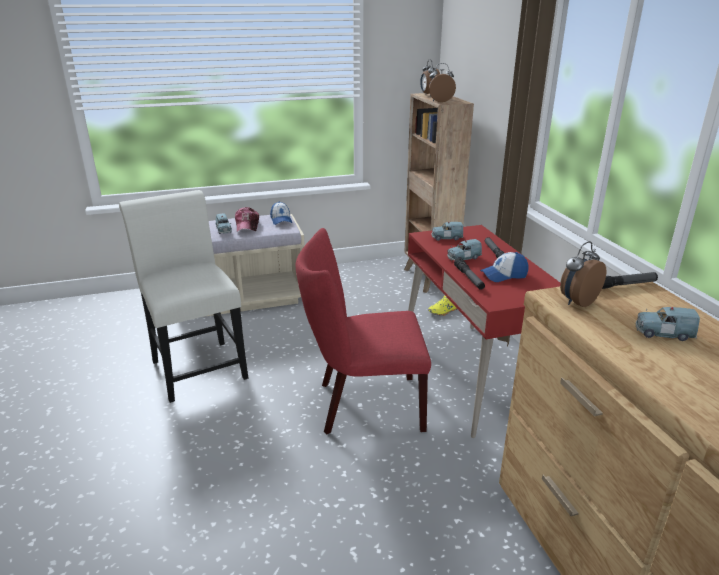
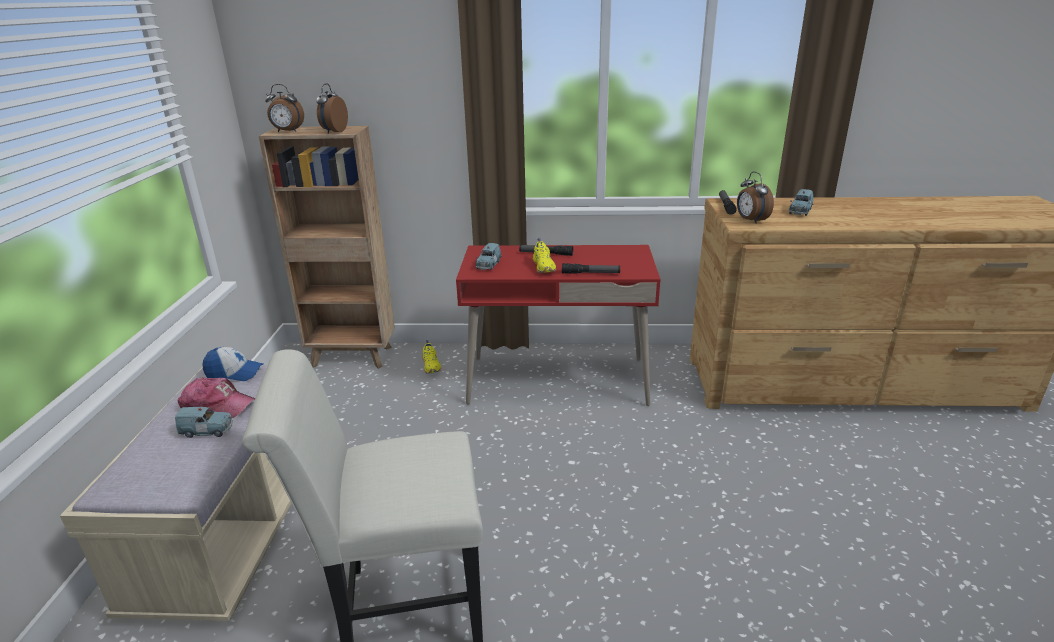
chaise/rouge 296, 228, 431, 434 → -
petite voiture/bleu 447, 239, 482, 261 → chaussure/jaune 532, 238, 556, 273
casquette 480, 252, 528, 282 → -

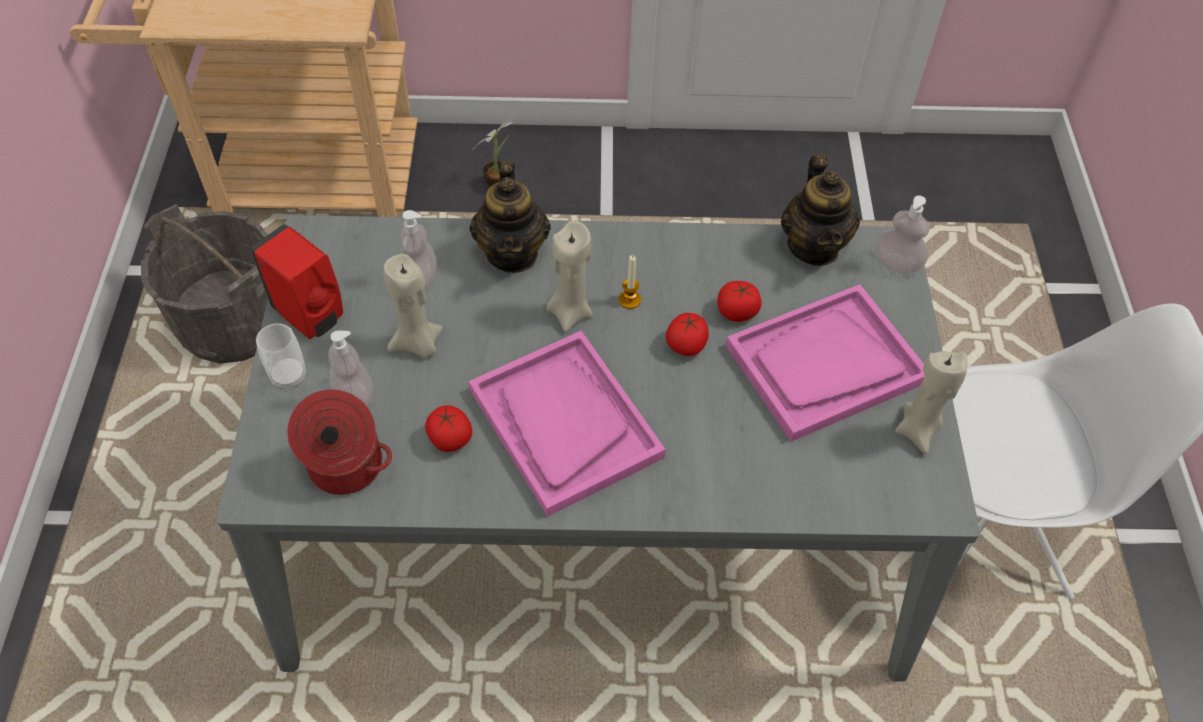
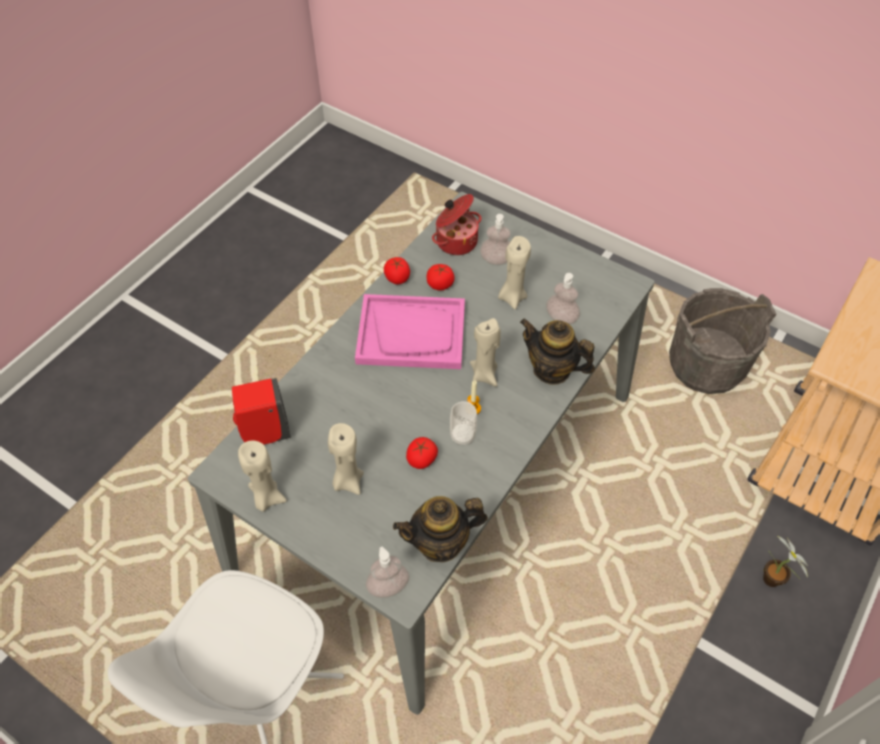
distributeur de savon/rouge 251, 224, 343, 339 → distributeur de savon/rouge 232, 378, 291, 445, move
tasse 256, 323, 306, 389 → tasse 450, 401, 477, 445, move
tomate 666, 312, 709, 356 → tomate 384, 257, 410, 284, move
plateau/rose 726, 284, 924, 442 → bougie/beige 328, 423, 364, 495
théière 781, 154, 860, 266 → théière 393, 496, 488, 562, 45 degrees counterclockwise

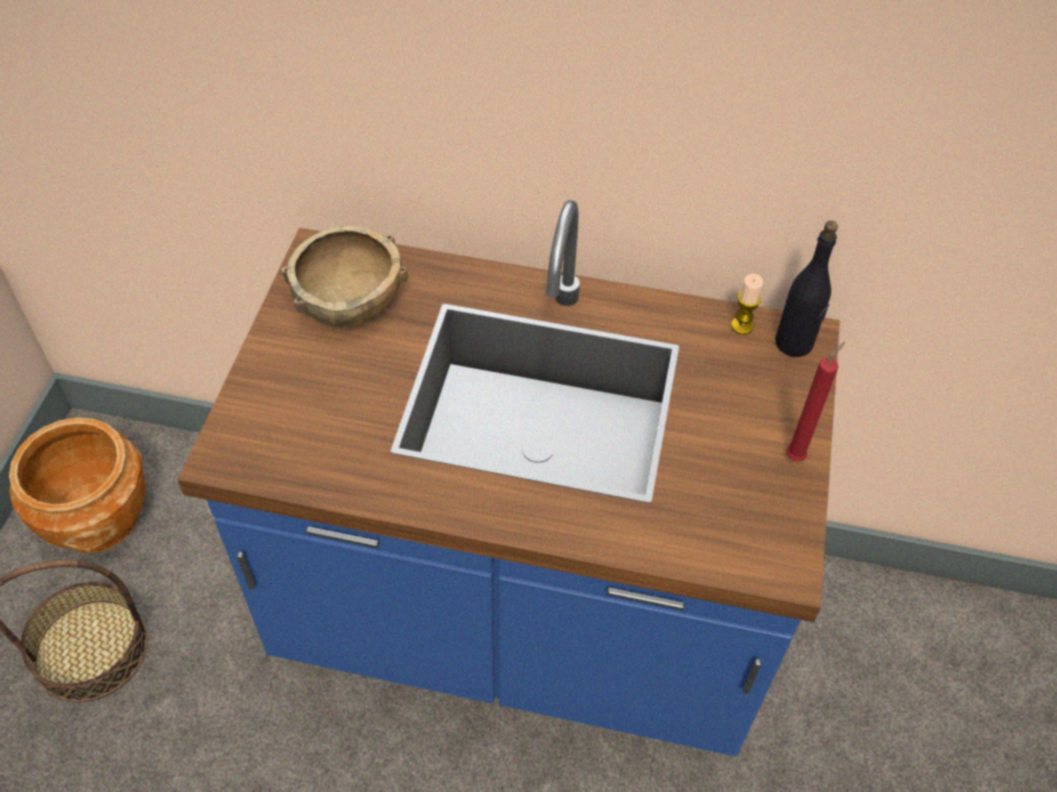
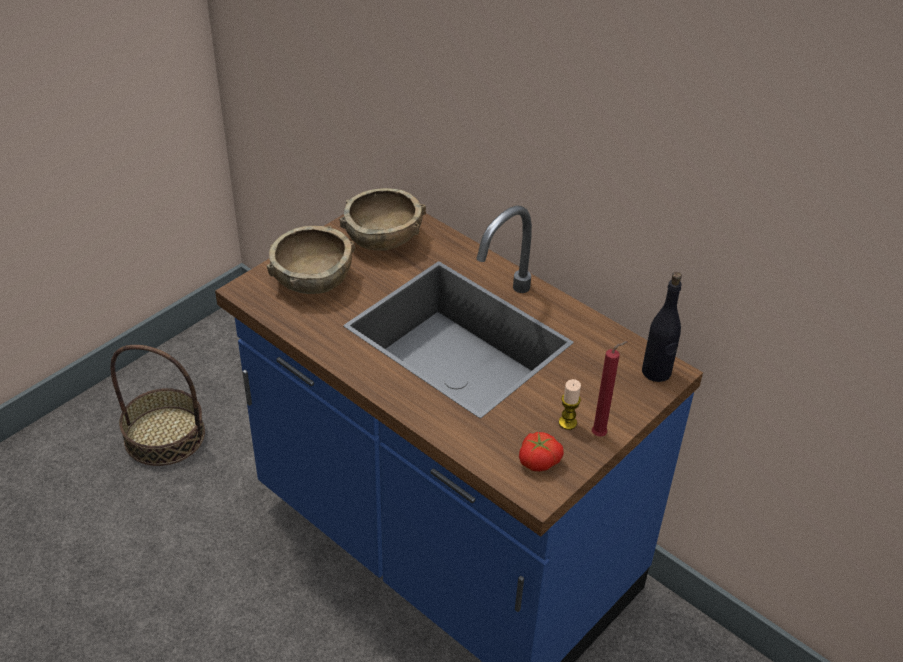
cache-pot/marron 9, 418, 145, 553 → -
bougie 731, 274, 763, 335 → bougie 559, 379, 581, 430, move
- → bol/marron 267, 226, 355, 294
- → tomate 519, 432, 564, 472

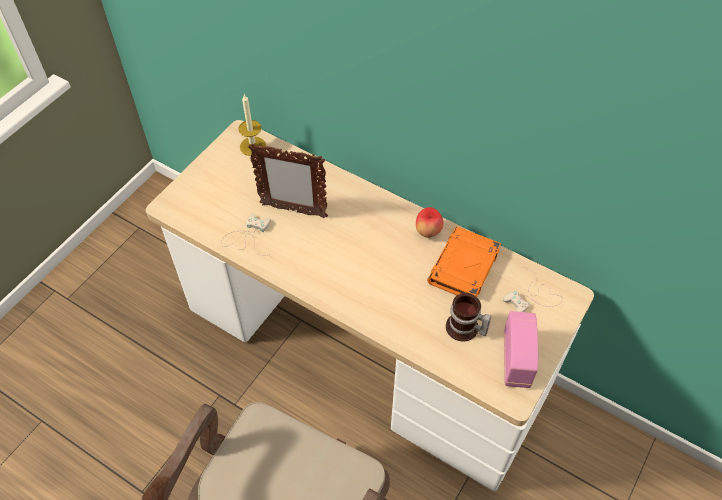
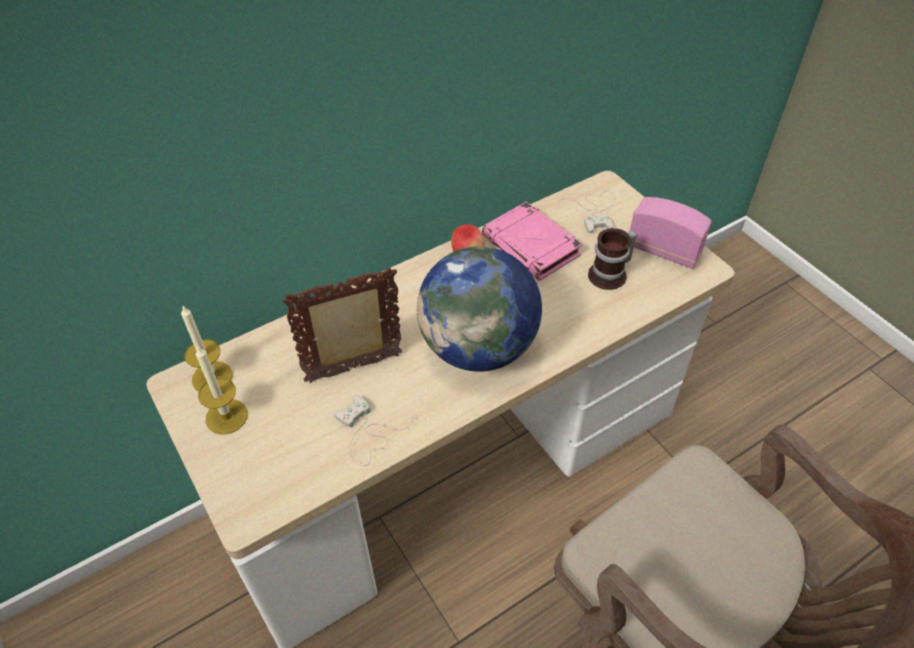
cadre photo 248, 143, 328, 218 → cadre photo 282, 267, 402, 383, 150 degrees counterclockwise
livre/orange 427, 227, 501, 297 → livre/rose 482, 202, 583, 281
- → bougie 196, 347, 248, 435
- → globe 417, 246, 542, 372

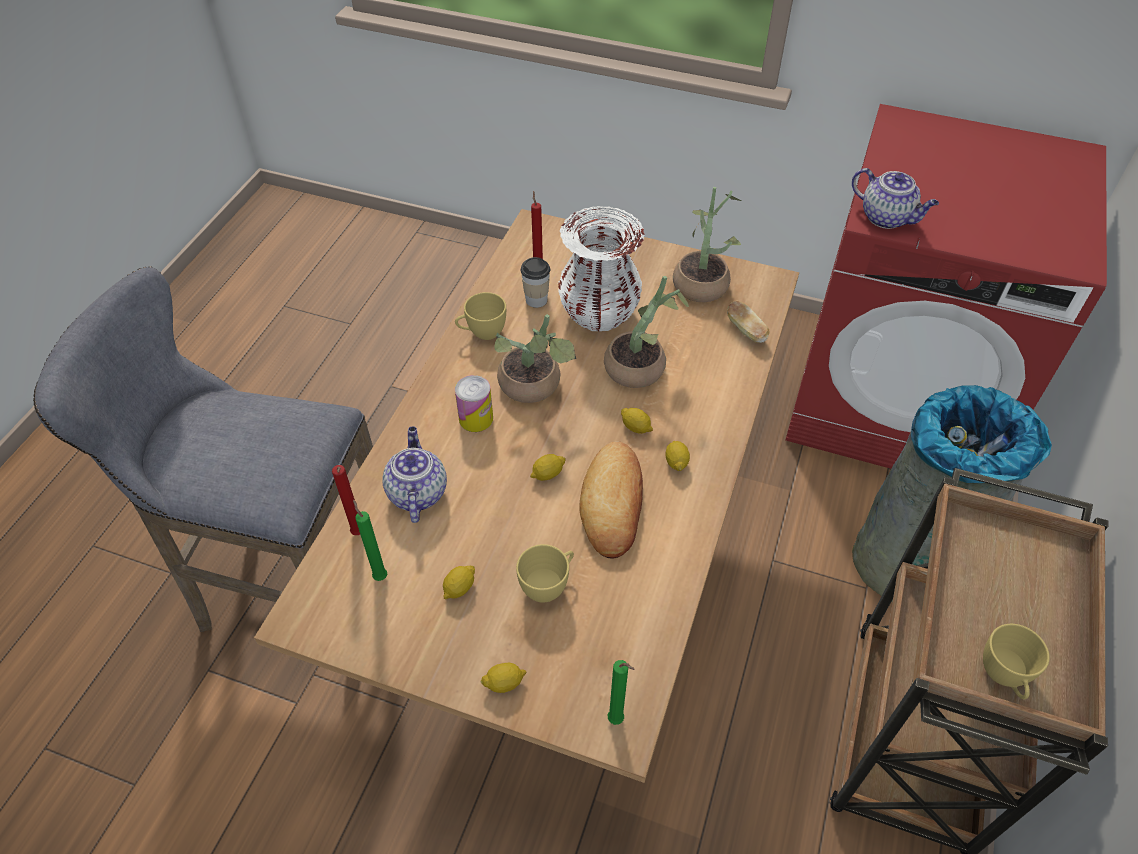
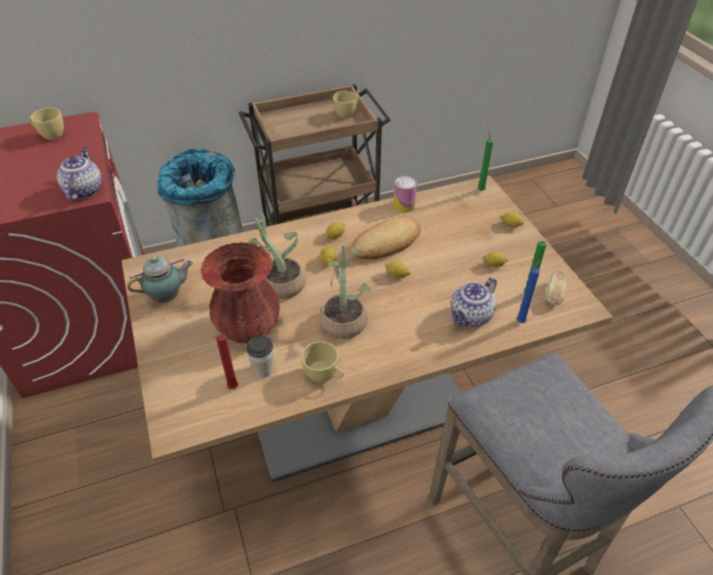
bougie/rouge 332, 465, 360, 535 → bougie/bleu 517, 259, 540, 323
boîte métallique 455, 375, 493, 432 → boîte métallique 394, 176, 417, 212, move
tasse/jaune 516, 544, 574, 603 → tasse/jaune 28, 108, 64, 140, move
vase/blanc 558, 206, 645, 332 → vase/rouge 200, 242, 280, 344
plante en pot 673, 187, 741, 302 → théière 127, 256, 193, 303
pain 727, 301, 770, 343 → pain 546, 271, 567, 305, move

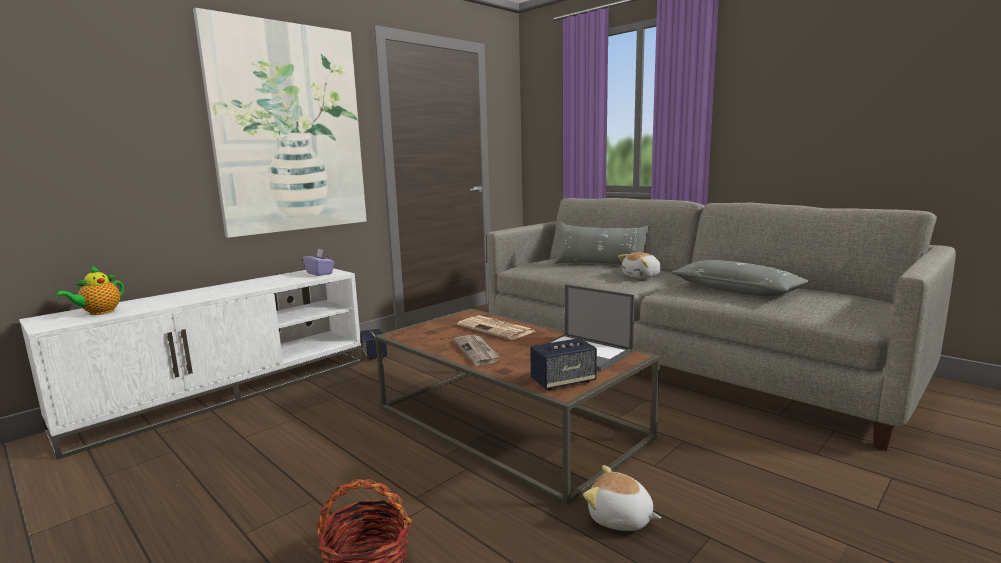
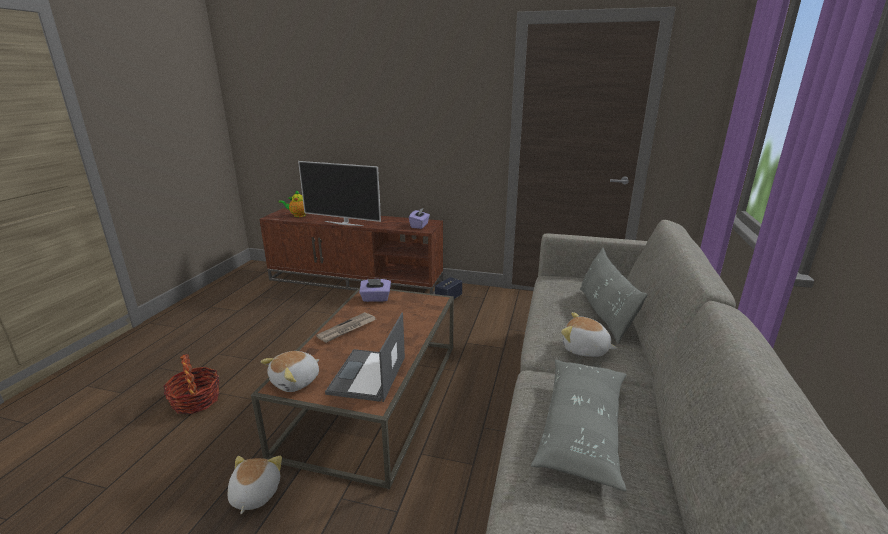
meuble télé/blanc 19, 268, 363, 460 → meuble télé/marron 259, 208, 443, 294
tableau 193, 8, 367, 238 → -
journal 457, 315, 535, 340 → -
enceinte 530, 338, 597, 390 → peluche 261, 351, 319, 392
- → téléviseur 298, 161, 381, 226
- → boîte à mouchoirs/violet 359, 279, 391, 302

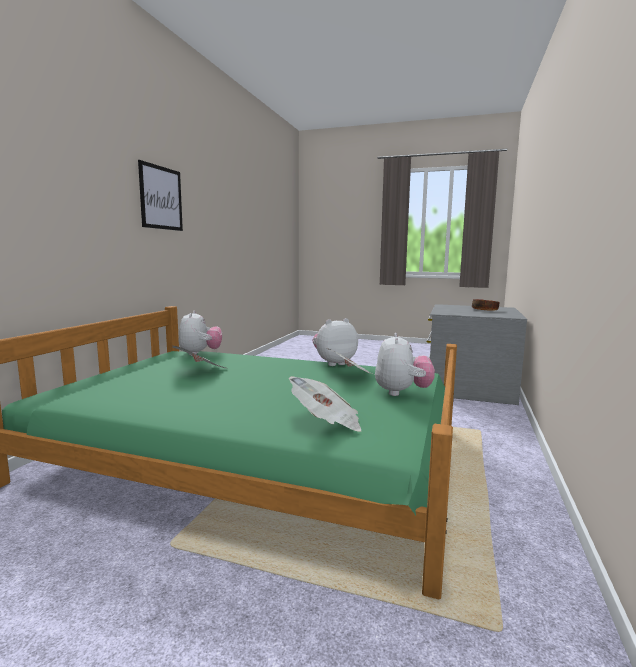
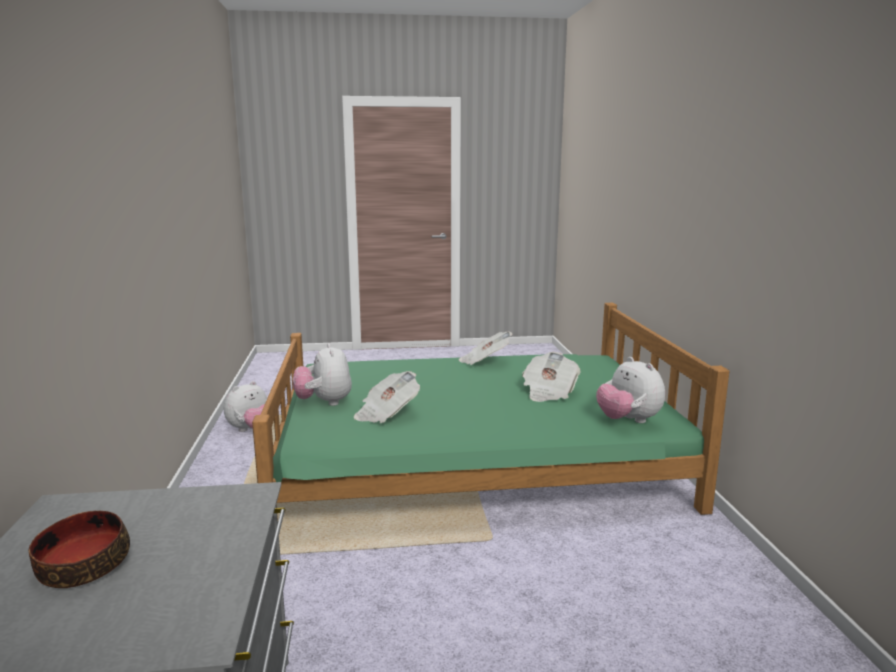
tableau 138, 160, 183, 231 → -
journal 289, 376, 361, 432 → journal 459, 332, 513, 365, move
peluche 312, 318, 358, 366 → peluche 224, 381, 267, 432, move

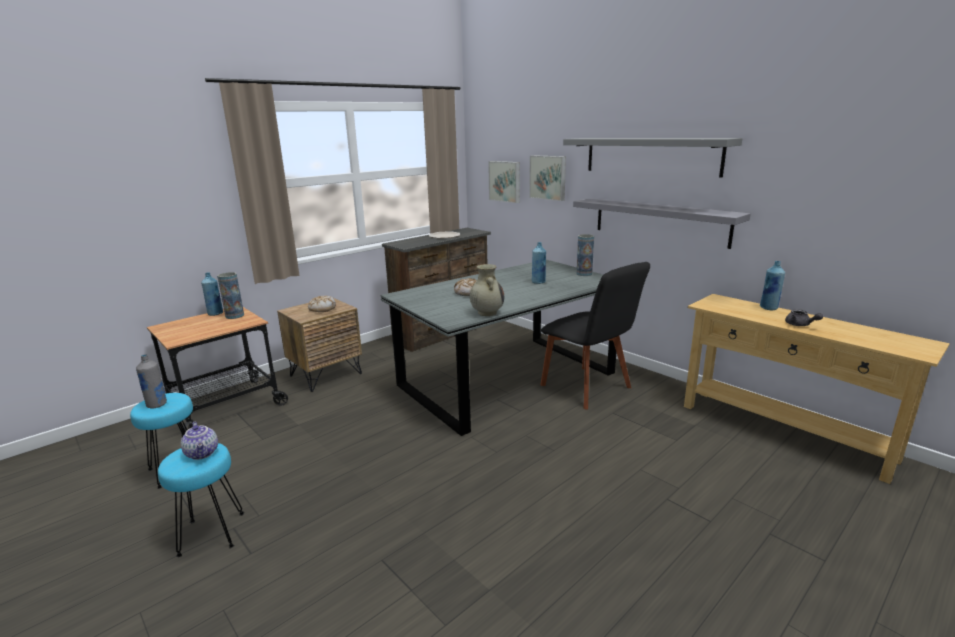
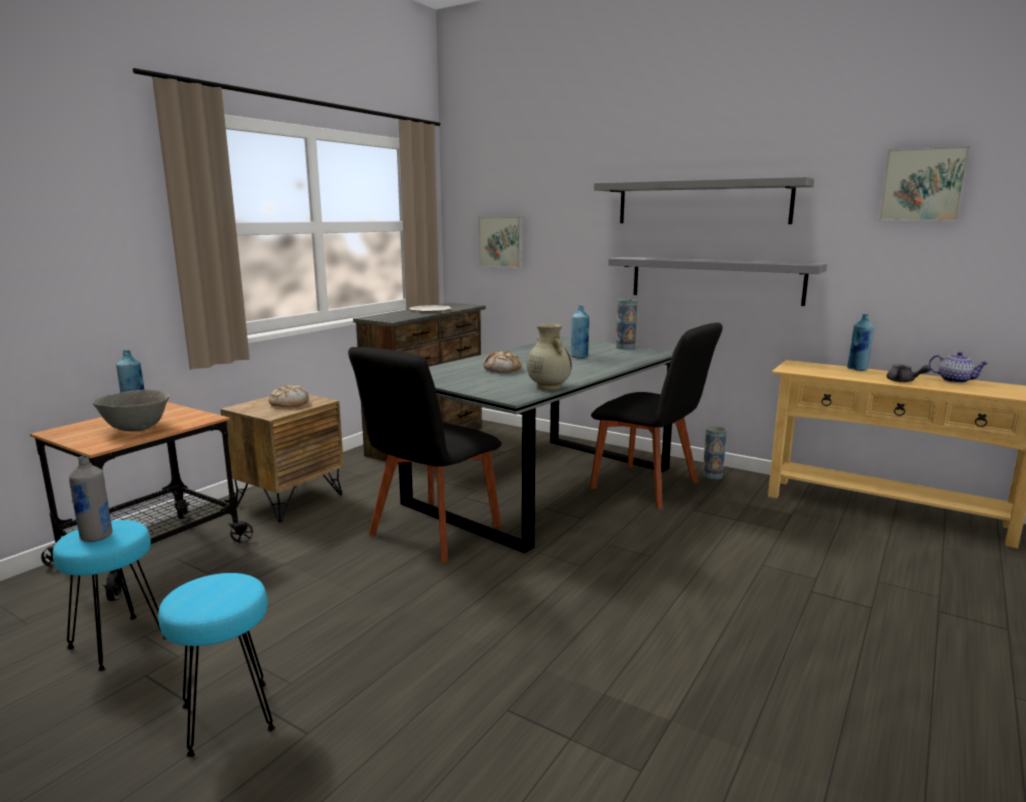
théière 181, 422, 218, 460 → théière 929, 352, 989, 383, move
vase 217, 272, 244, 319 → vase 703, 426, 727, 479, move
tableau 529, 155, 566, 201 → tableau 878, 146, 970, 221, move
- → bol/gris 92, 390, 170, 431
- → chaise/noir 348, 347, 502, 563

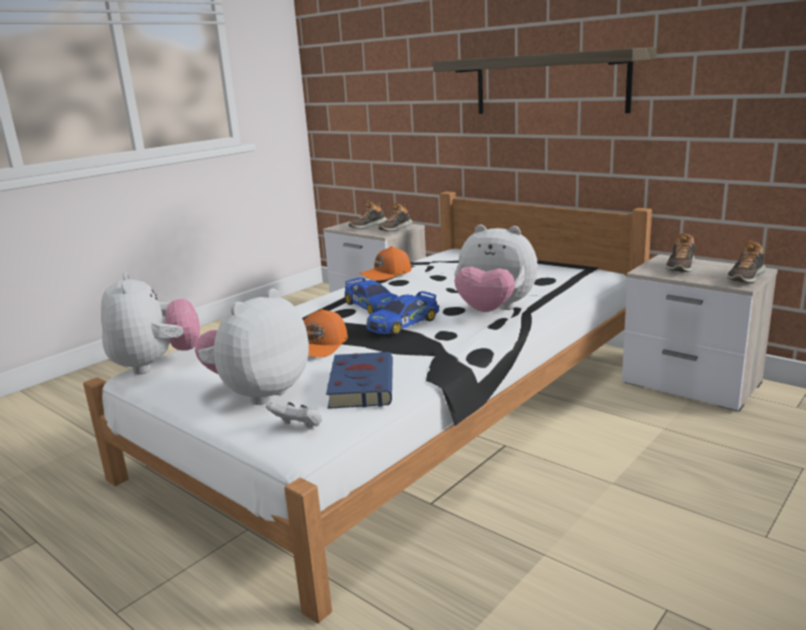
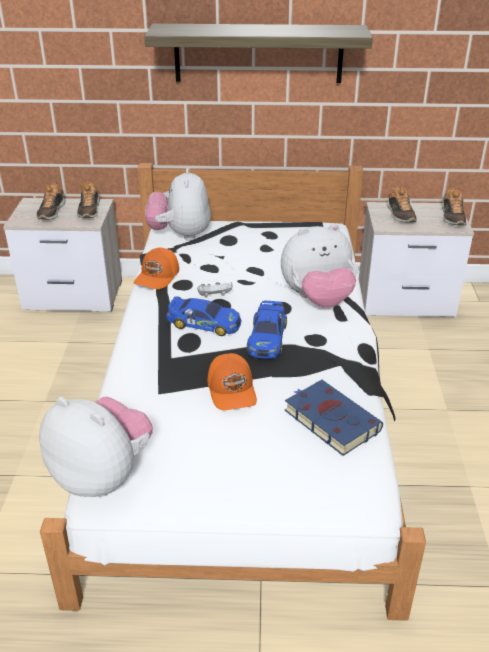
peluche 195, 289, 309, 405 → peluche 145, 168, 211, 241, move
manette/blanc 266, 400, 322, 429 → manette/blanc 197, 282, 233, 298, move

